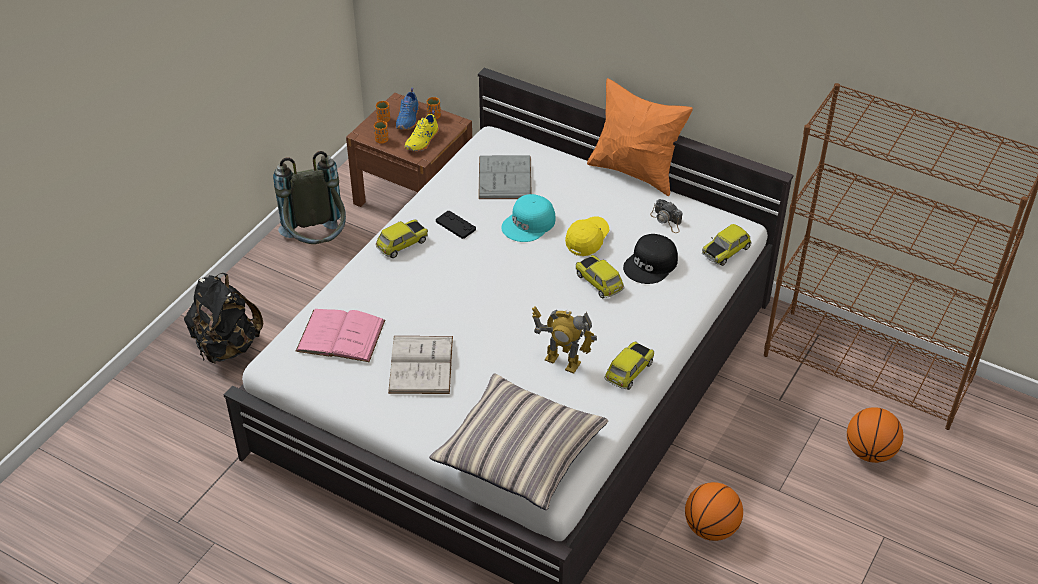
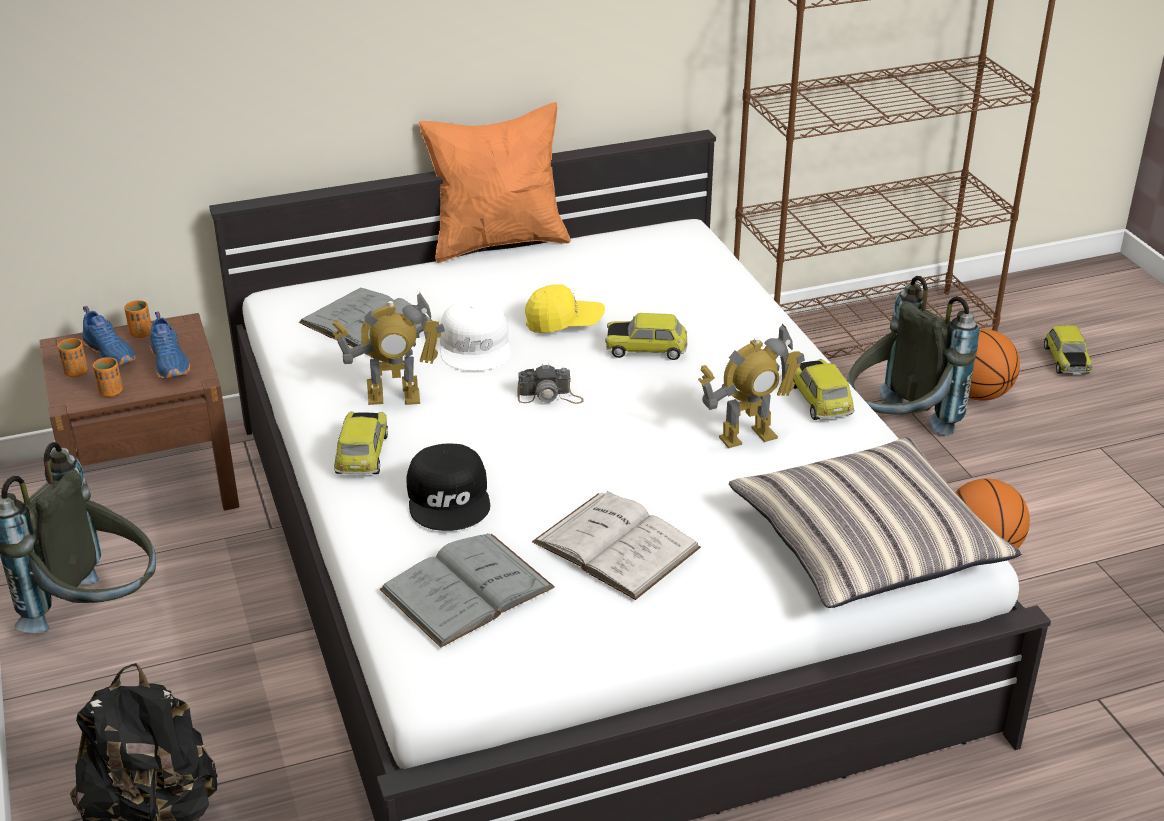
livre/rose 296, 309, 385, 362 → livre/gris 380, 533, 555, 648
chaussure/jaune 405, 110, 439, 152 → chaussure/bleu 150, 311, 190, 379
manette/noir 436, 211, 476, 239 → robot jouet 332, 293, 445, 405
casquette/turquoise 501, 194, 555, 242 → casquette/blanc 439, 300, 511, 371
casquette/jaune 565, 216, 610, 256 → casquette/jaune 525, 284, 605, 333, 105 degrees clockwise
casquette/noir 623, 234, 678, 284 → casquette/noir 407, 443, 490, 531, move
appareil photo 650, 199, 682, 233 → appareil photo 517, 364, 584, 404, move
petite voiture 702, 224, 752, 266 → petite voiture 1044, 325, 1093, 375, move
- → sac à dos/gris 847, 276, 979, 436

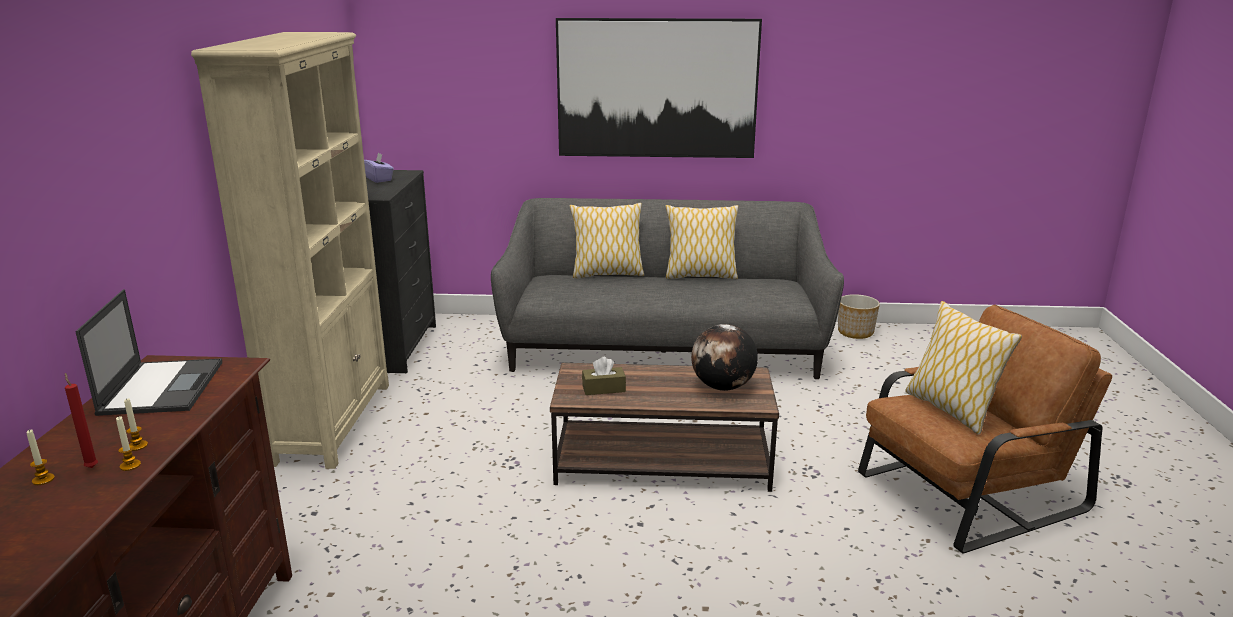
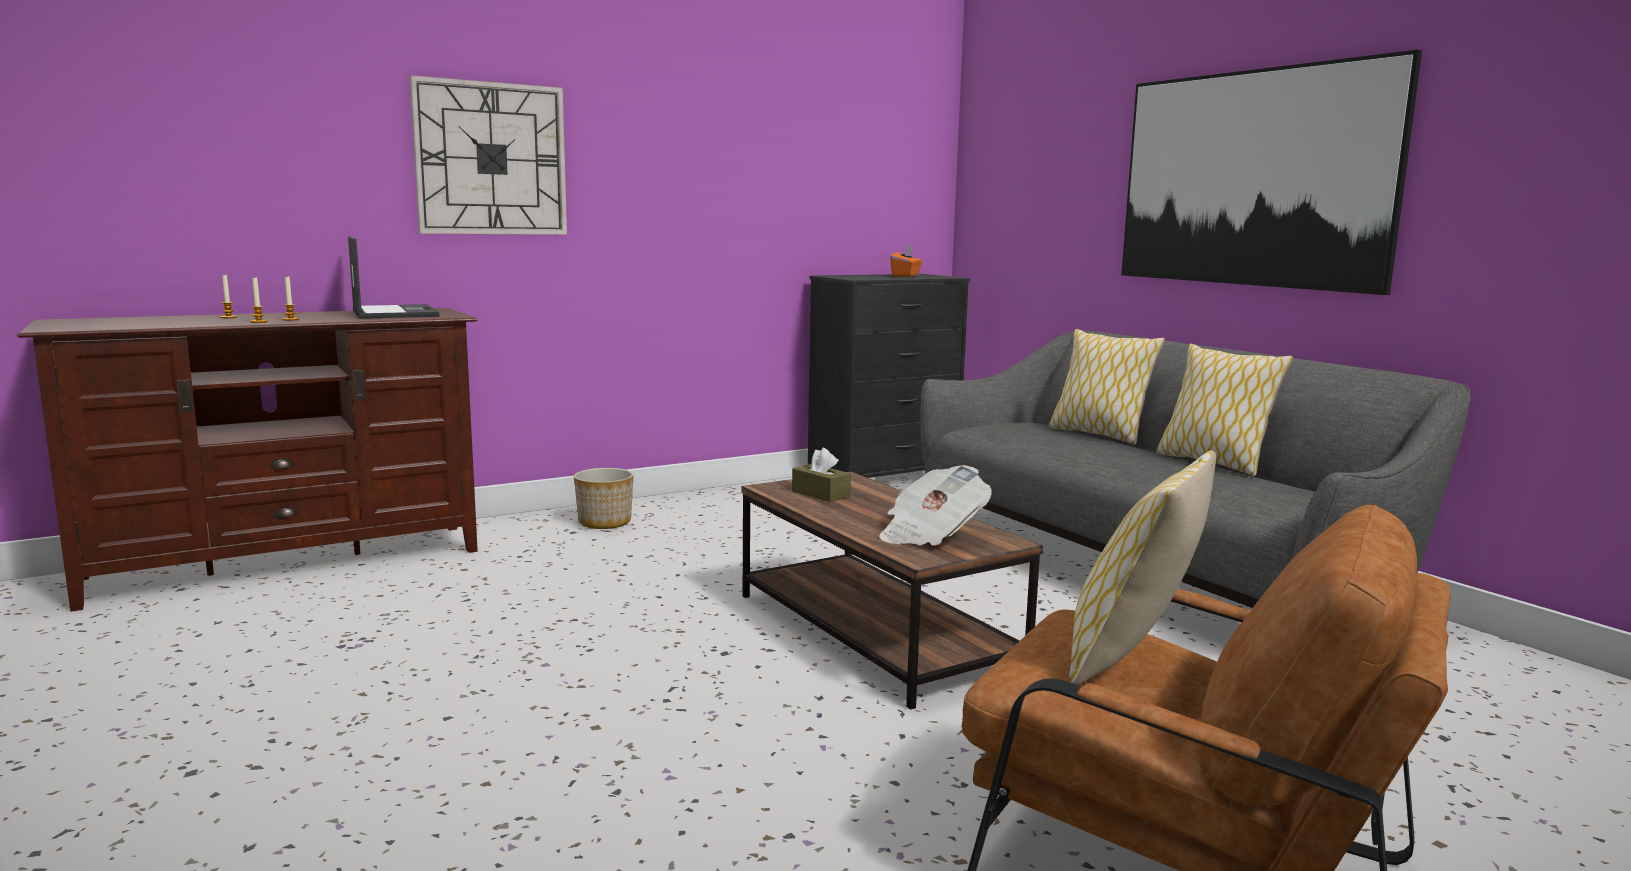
bougie/rouge 65, 373, 98, 468 → -
ordinateur portable 75, 289, 222, 416 → ordinateur portable 348, 236, 439, 319, 75 degrees counterclockwise
bibliothèque/beige 191, 32, 389, 469 → -
boîte à mouchoirs/violet 364, 153, 394, 183 → boîte à mouchoirs/orange 890, 246, 922, 277
globe 691, 324, 758, 391 → journal 879, 465, 992, 546
cache-pot 838, 294, 880, 339 → cache-pot 574, 468, 634, 529, move
- → horloge murale 410, 75, 567, 235

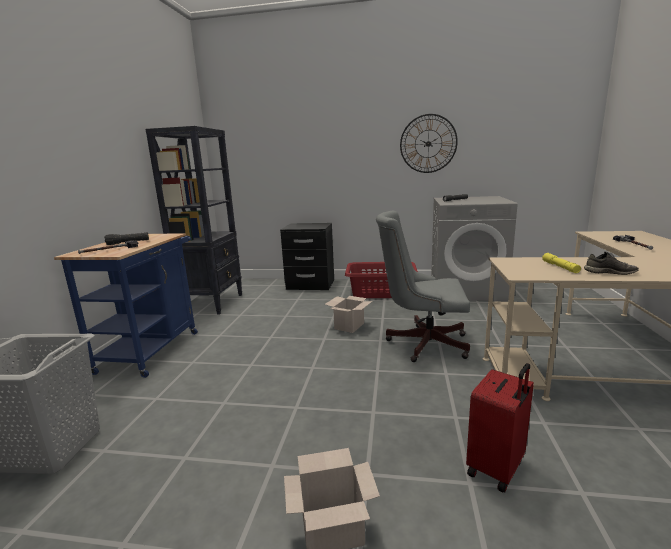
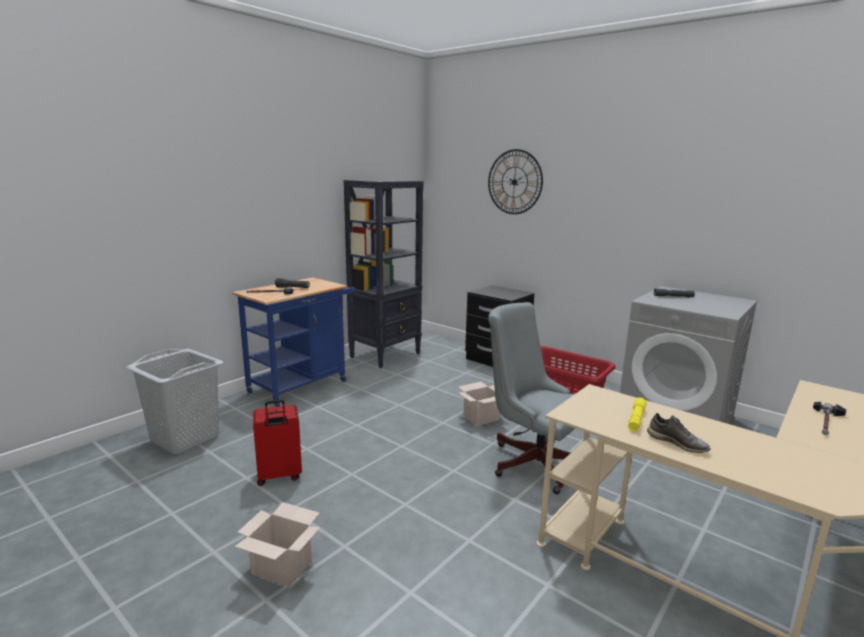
horloge murale 400, 114, 458, 173 → horloge murale 488, 149, 543, 214, move
valise/rouge 466, 363, 534, 493 → valise/rouge 253, 400, 302, 486, move

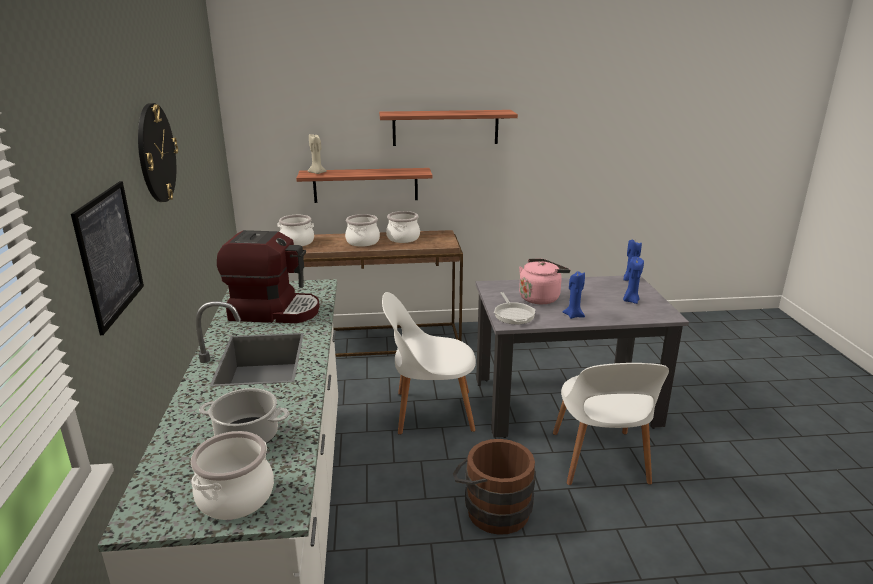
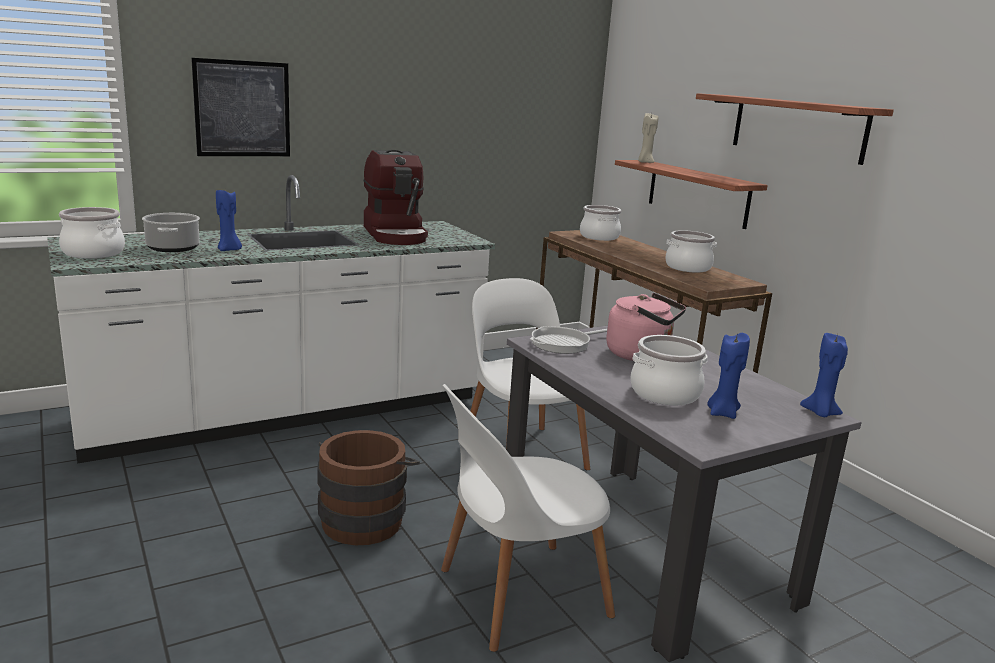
horloge murale 138, 103, 178, 202 → -
marmite 345, 214, 380, 247 → marmite 630, 335, 708, 405, move
bougie/bleu 562, 271, 585, 319 → bougie/bleu 216, 187, 242, 251, move

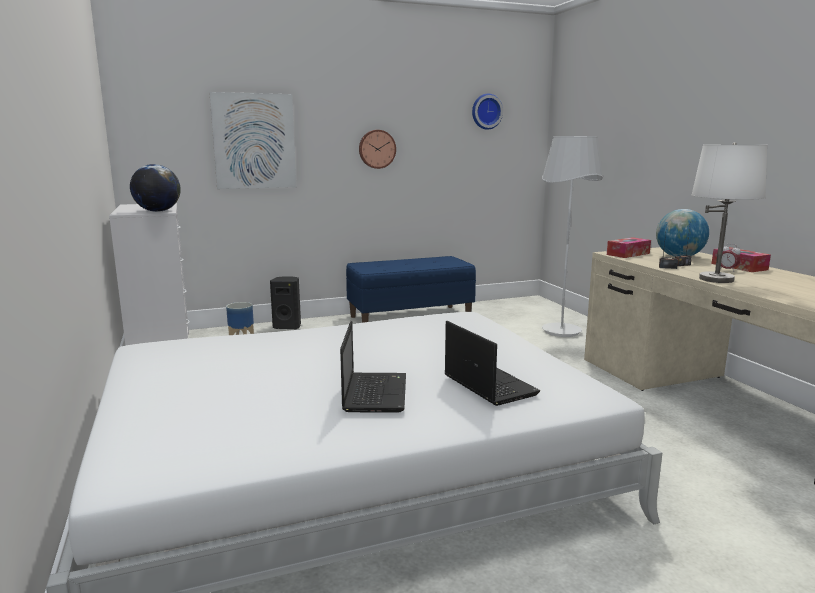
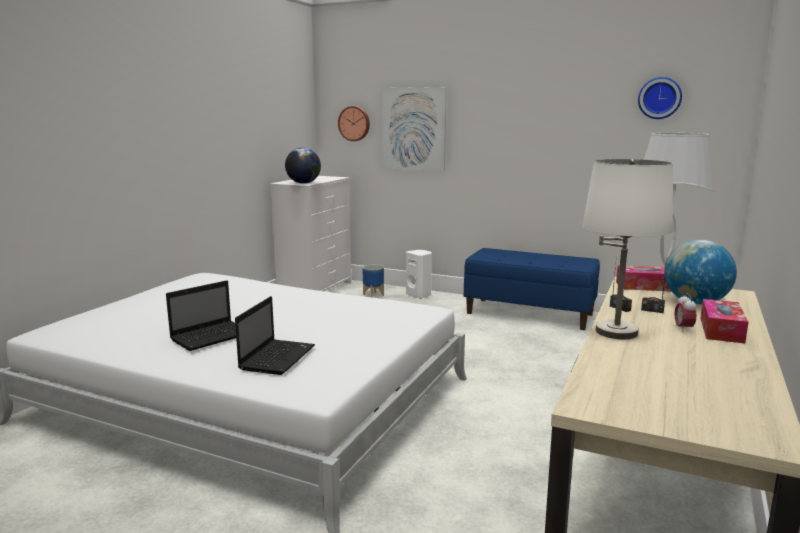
enceinte/noir 270, 276, 301, 330 → enceinte/blanc 406, 250, 432, 299
horloge murale 359, 130, 396, 169 → horloge murale 338, 106, 370, 141, move

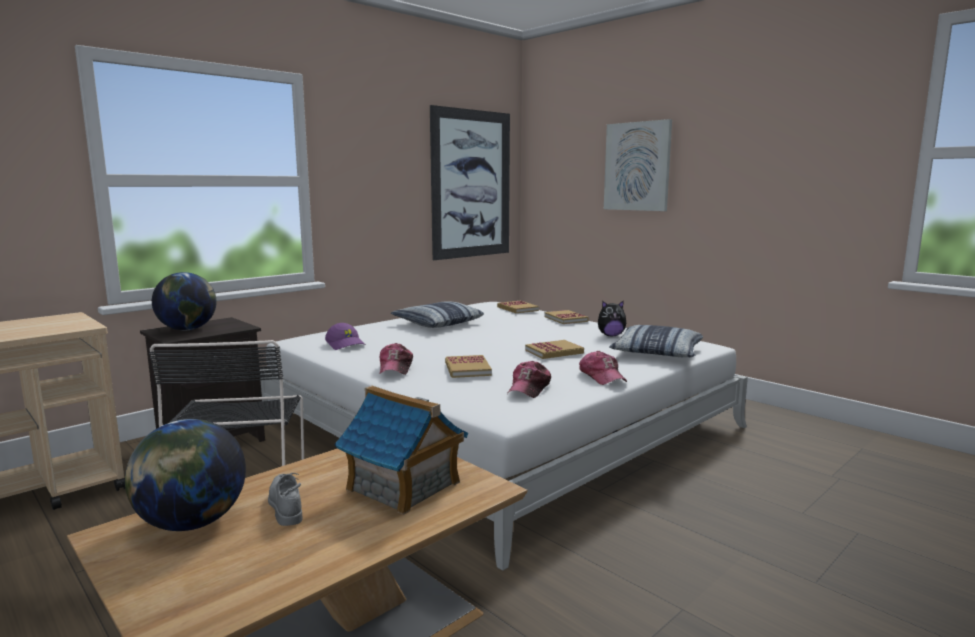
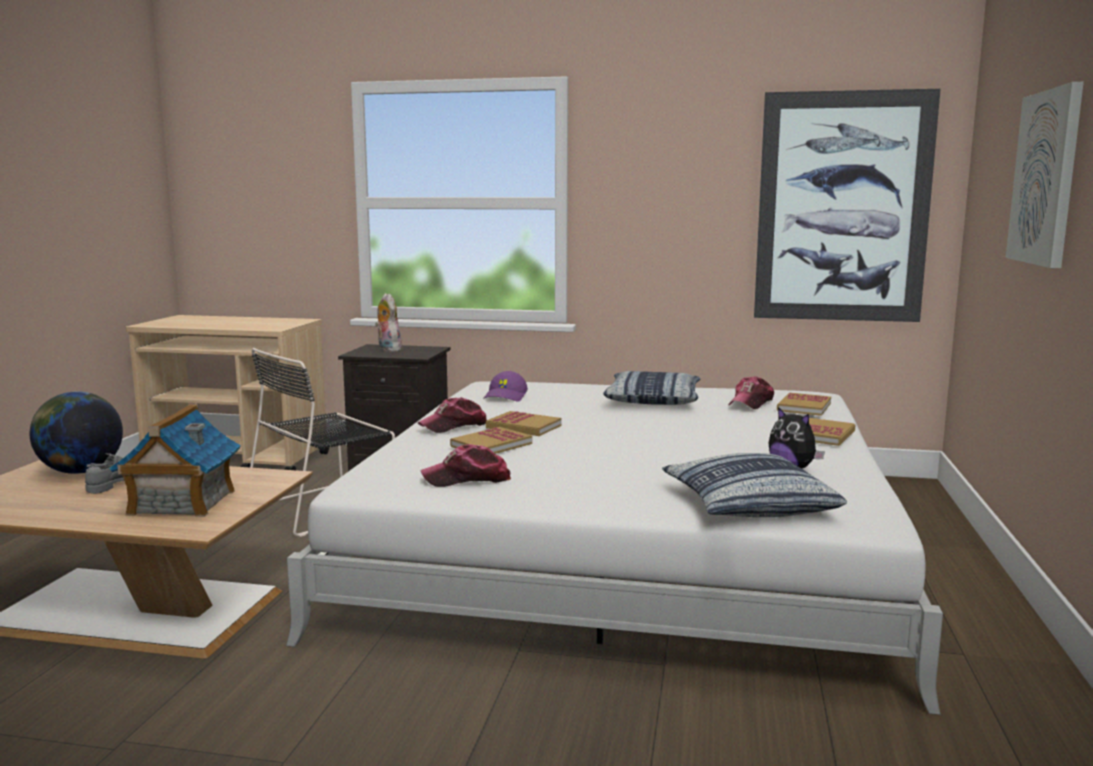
globe 152, 272, 217, 330 → peluche 375, 293, 402, 352
livre 525, 340, 584, 359 → livre 486, 411, 561, 436, move
casquette 579, 351, 627, 385 → casquette 729, 376, 774, 409, move

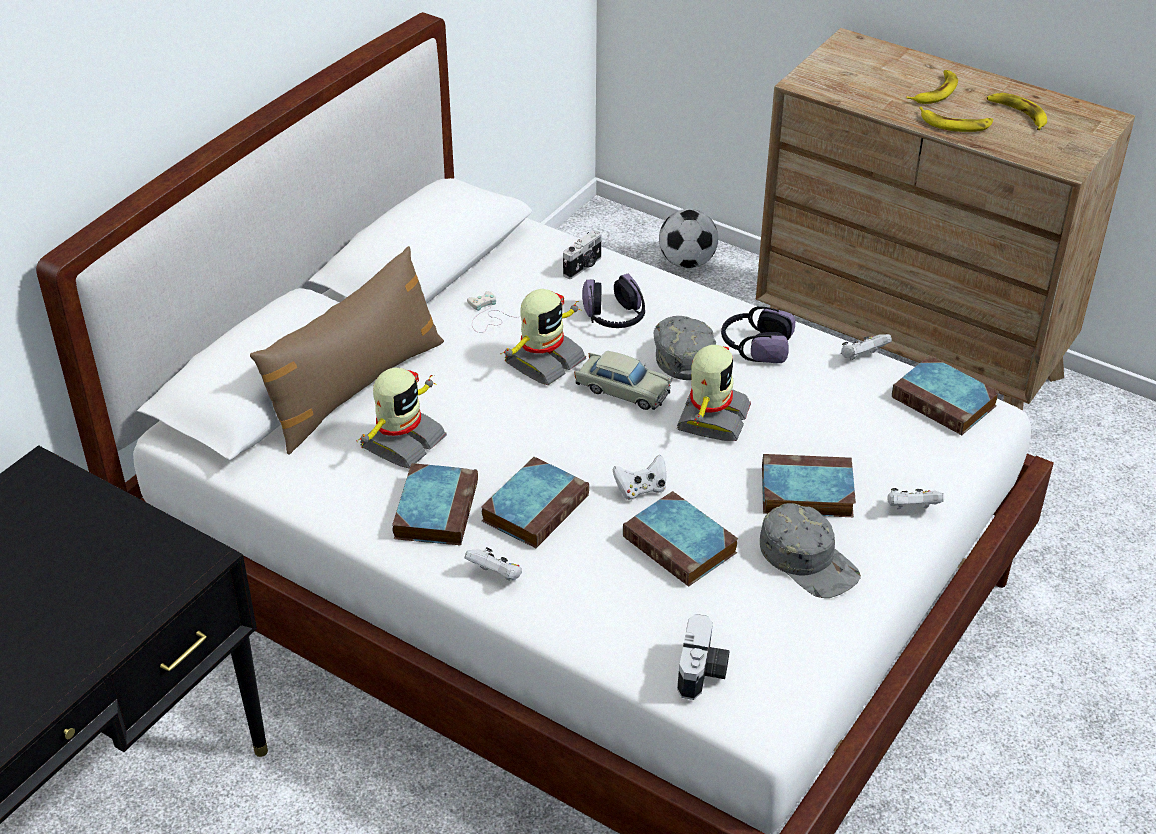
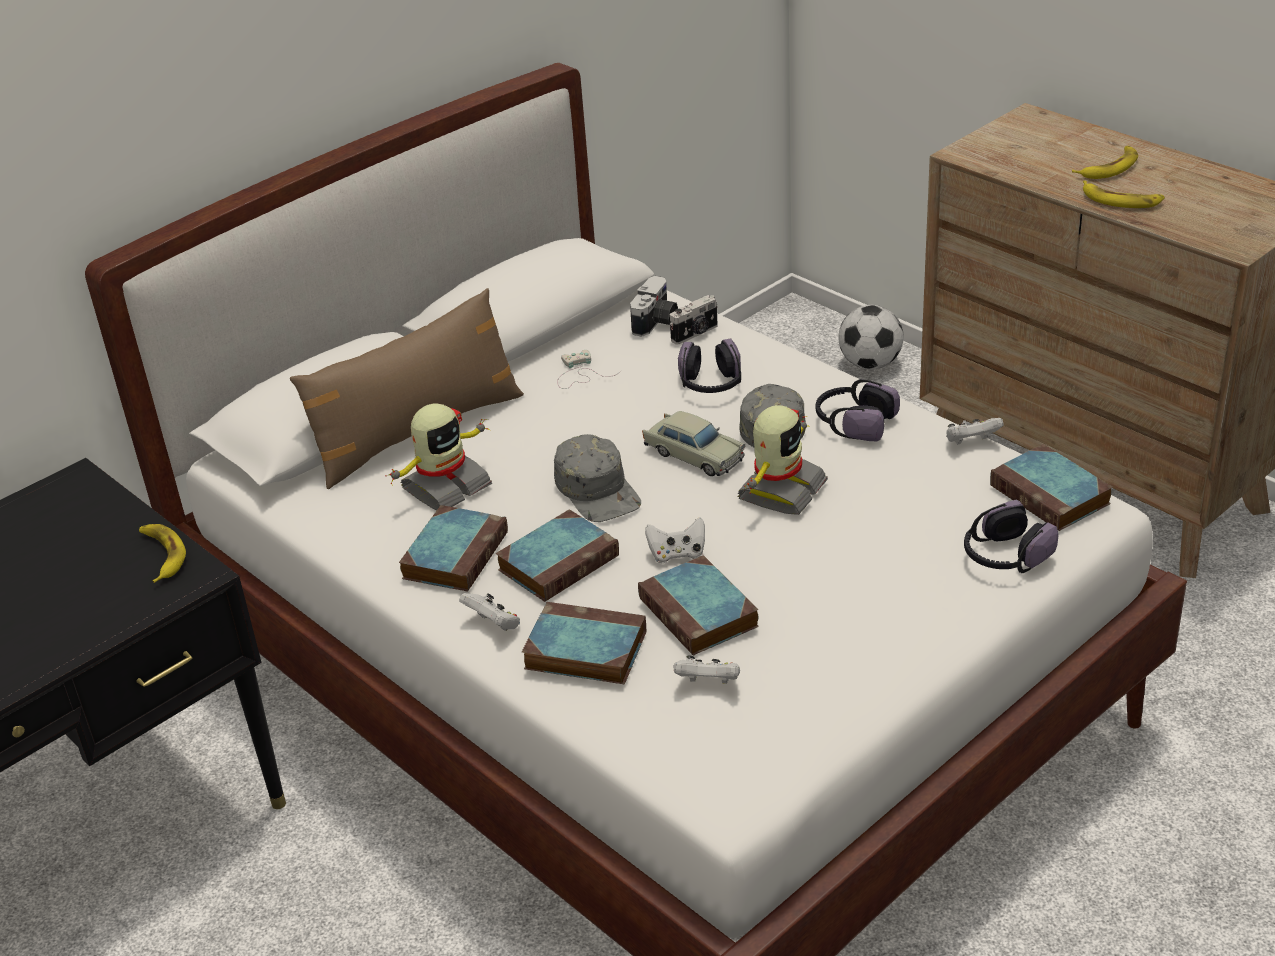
robot jouet 500, 289, 586, 385 → -
appareil photo 677, 614, 730, 700 → appareil photo 630, 276, 678, 337, move
casquette/gris 760, 503, 861, 598 → casquette/gris 554, 434, 641, 522, move
livre 762, 454, 856, 517 → livre 522, 602, 646, 684, move
manette/blanc 887, 488, 944, 509 → manette/blanc 674, 655, 740, 684, move
banane 987, 93, 1047, 130 → banane 139, 524, 186, 583, move
- → casque audio 964, 500, 1059, 573

